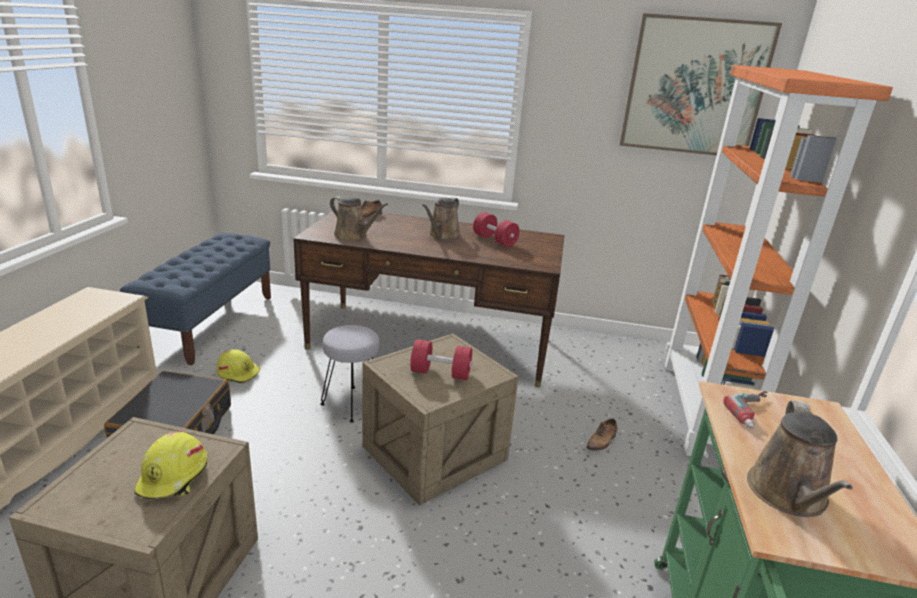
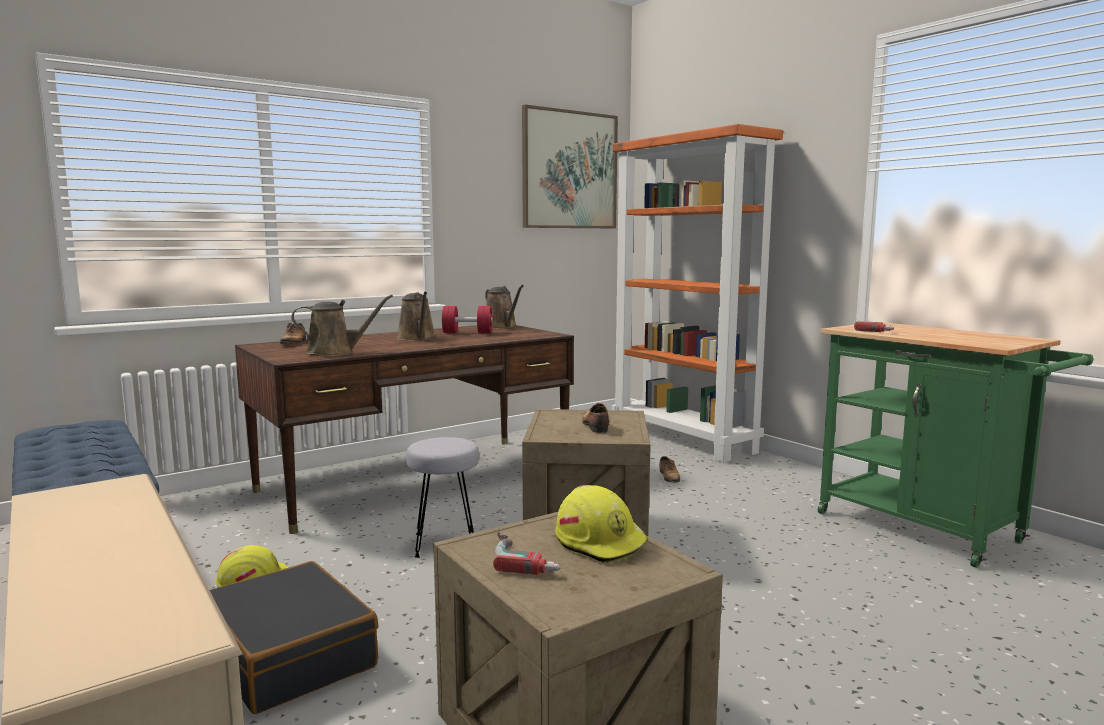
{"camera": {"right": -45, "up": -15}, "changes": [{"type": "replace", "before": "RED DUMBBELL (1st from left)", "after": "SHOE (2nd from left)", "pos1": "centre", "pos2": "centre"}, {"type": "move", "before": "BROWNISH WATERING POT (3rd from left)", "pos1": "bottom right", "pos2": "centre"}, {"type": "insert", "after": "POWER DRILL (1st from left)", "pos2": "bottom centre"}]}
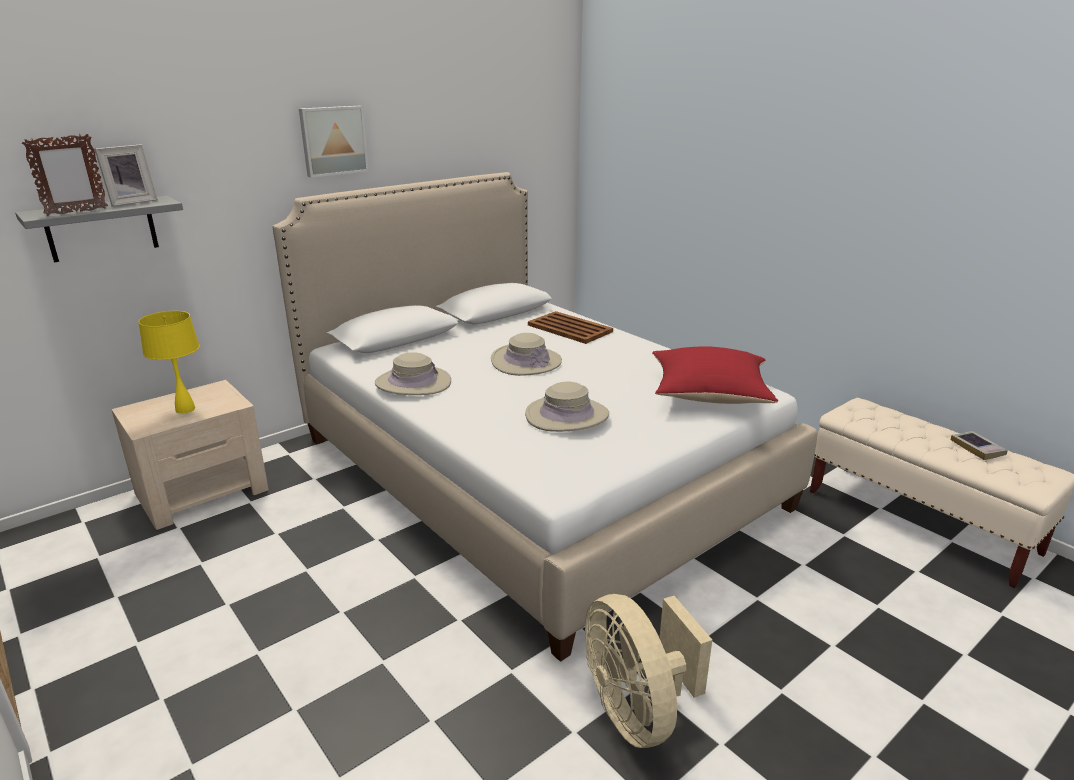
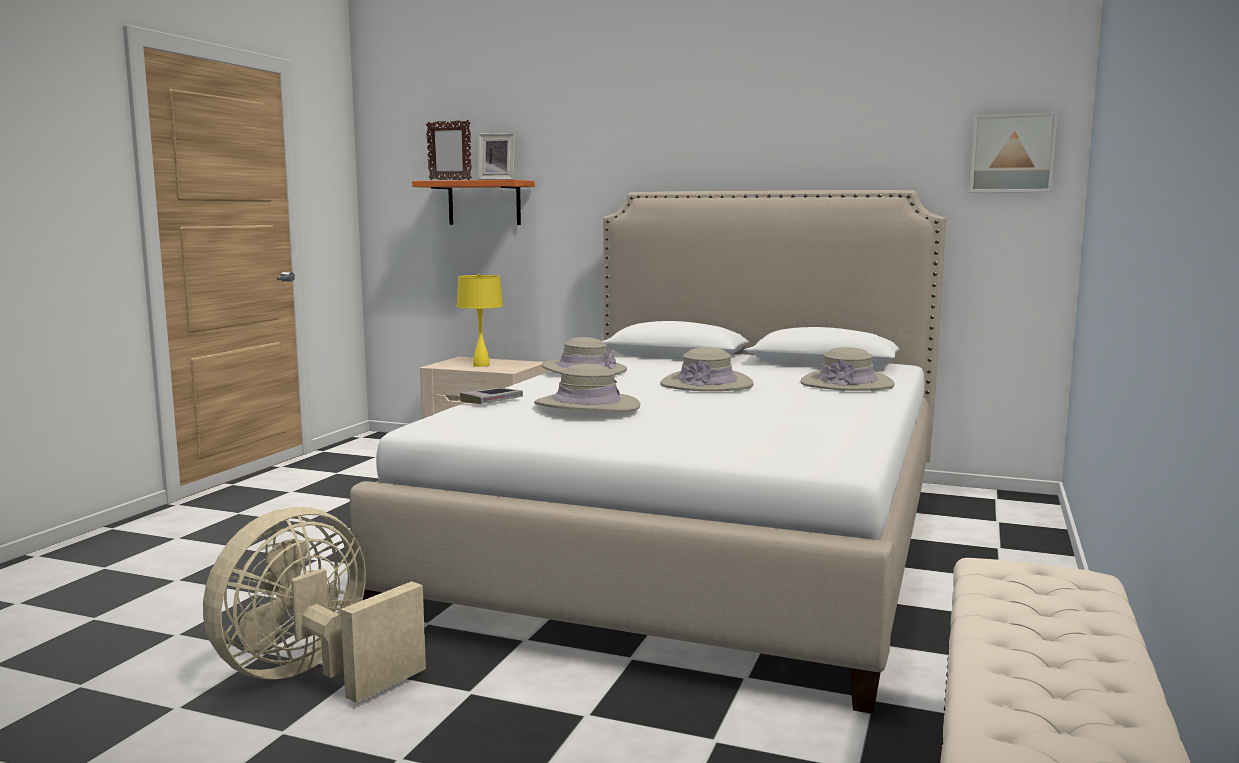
{"camera": {"right": 60, "up": -15}, "changes": [{"type": "recolor", "before": "GRAY BRACKET SHELF", "after": "ORANGEY BRACKET SHELF", "pos1": "top left", "pos2": "top centre"}, {"type": "move", "before": "PICTURE", "pos1": "top left", "pos2": "top right"}, {"type": "replace", "before": "BROWNISH TRAY", "after": "BEIGE WEARABLE HAT (4th from left)", "pos1": "centre", "pos2": "middle right"}, {"type": "delete", "before": "RED PILLOW", "pos1": "centre"}, {"type": "move", "before": "BOUND BOOK", "pos1": "middle right", "pos2": "centre"}]}
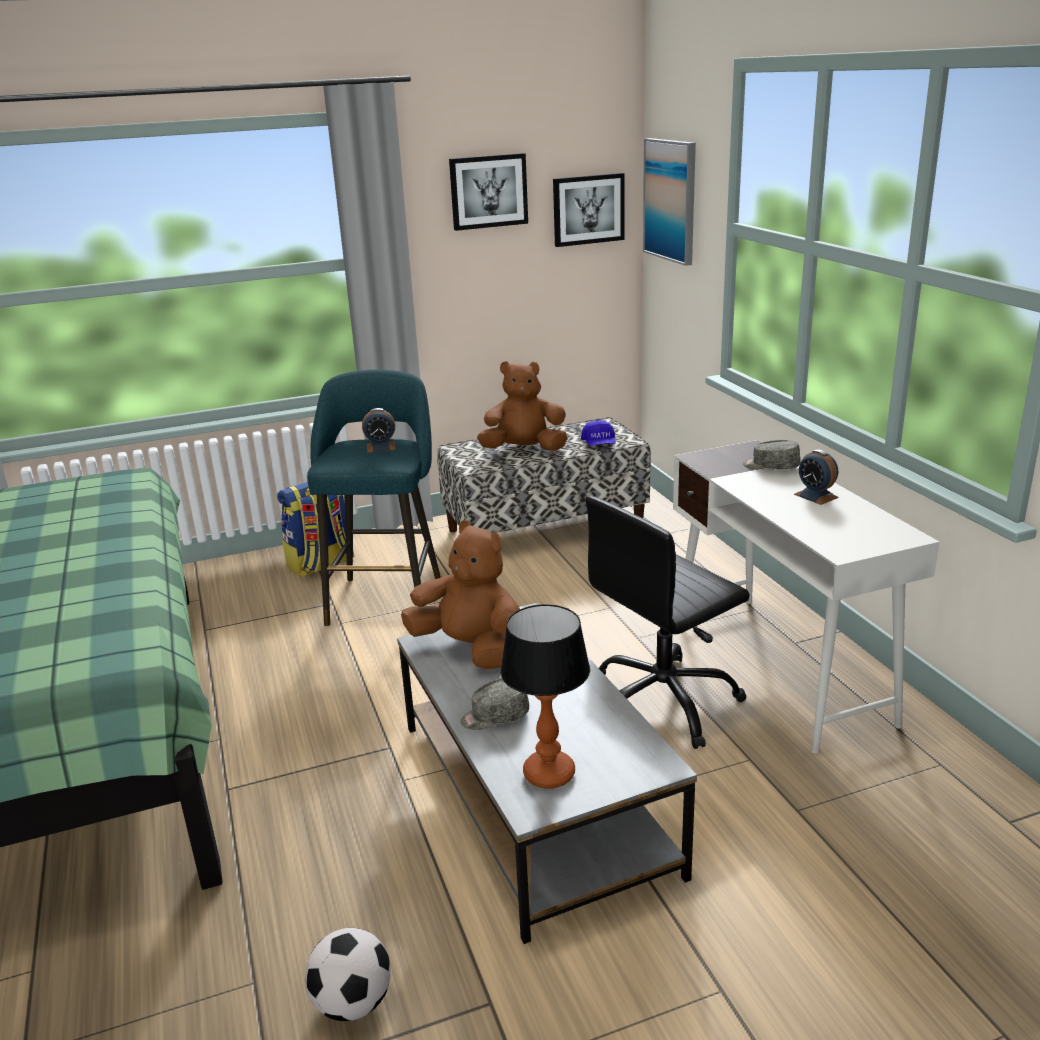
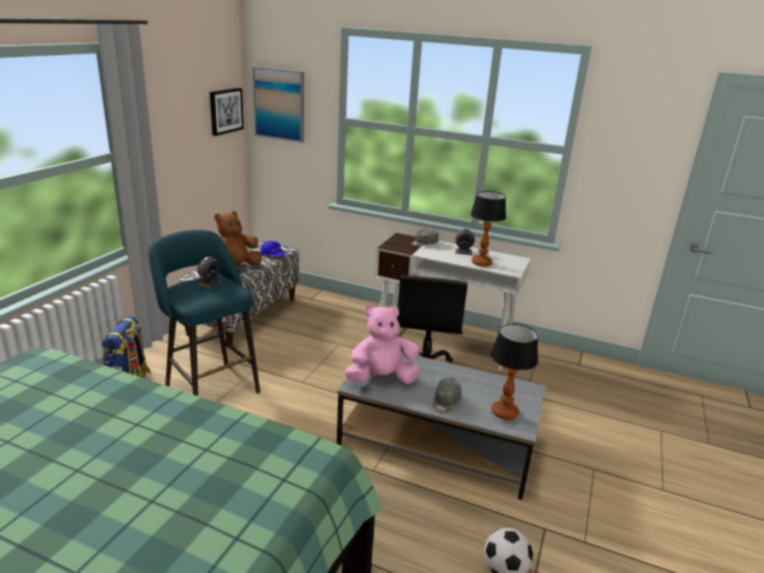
{"camera": {"right": -50, "up": 0}, "changes": [{"type": "recolor", "before": "BROWNISH PLUSH TOY (1st from left)", "after": "PINK-COLOURED PLUSH TOY", "pos1": "centre", "pos2": "centre"}, {"type": "delete", "before": "PICTURE (1st from left)", "pos1": "top centre"}, {"type": "insert", "after": "LAMP FOR A TABLE (1st from left)", "pos2": "centre"}]}
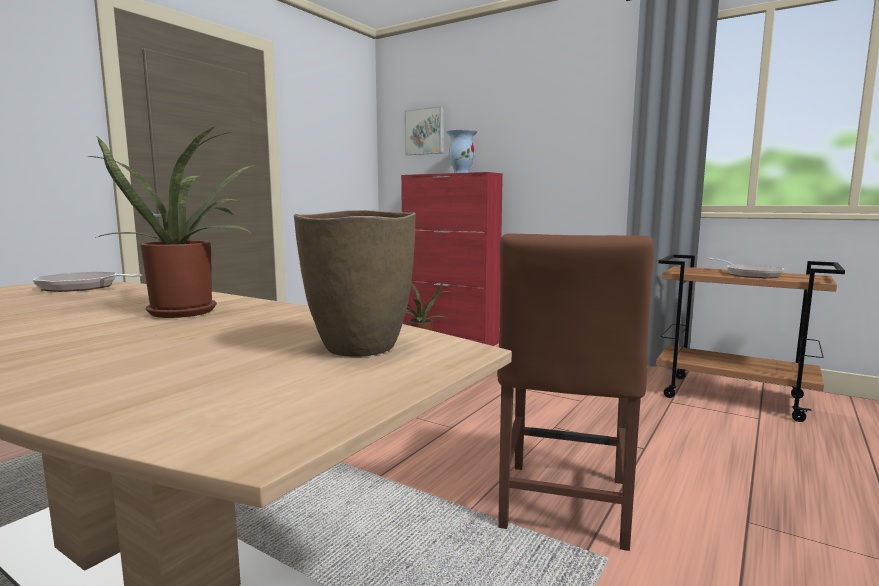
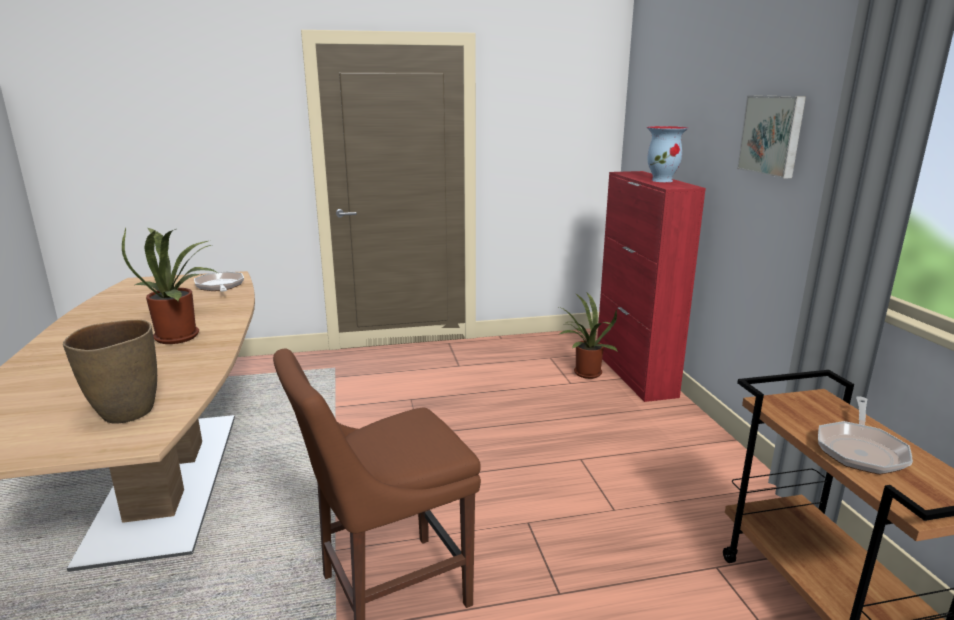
{"camera": {"right": 45, "up": 10}, "changes": [{"type": "move", "before": "PICTURE", "pos1": "top centre", "pos2": "top right"}]}
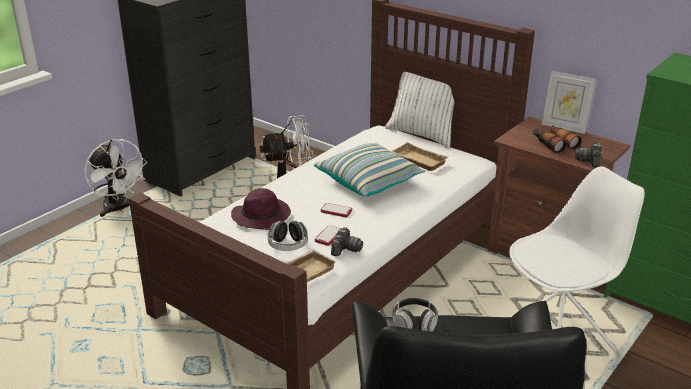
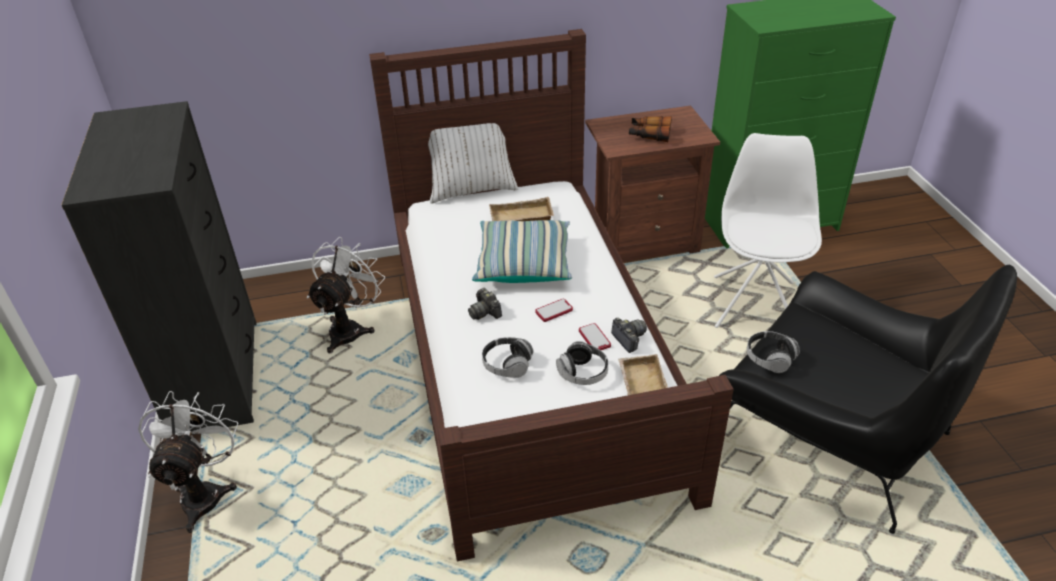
{"camera": {"right": -50, "up": 10}, "changes": [{"type": "rotate", "before": "WHITE-COLOURED ELECTRIC FAN (1st from left)", "pos1": "middle left", "pos2": "bottom left", "turn": -90}, {"type": "replace", "before": "PURPLE WEARABLE HAT", "after": "HEADPHONES (1st from left)", "pos1": "centre", "pos2": "centre"}, {"type": "delete", "before": "PICTURE FRAME", "pos1": "top right"}, {"type": "move", "before": "STILL CAMERA (2nd from left in the first image)", "after": "STILL CAMERA (1st from left)", "pos1": "middle right", "pos2": "centre"}]}
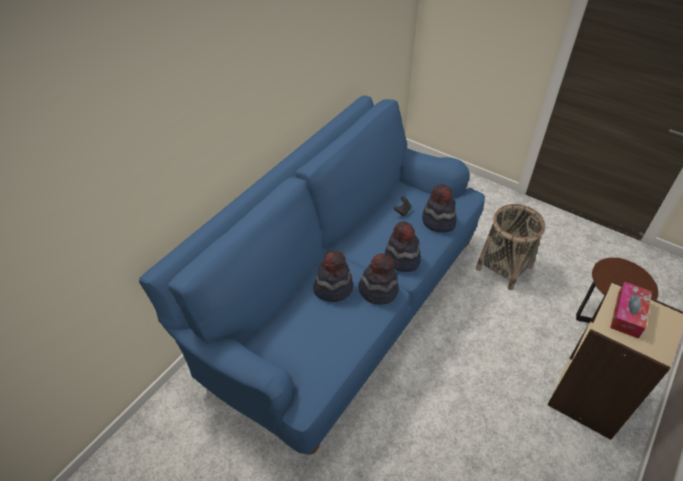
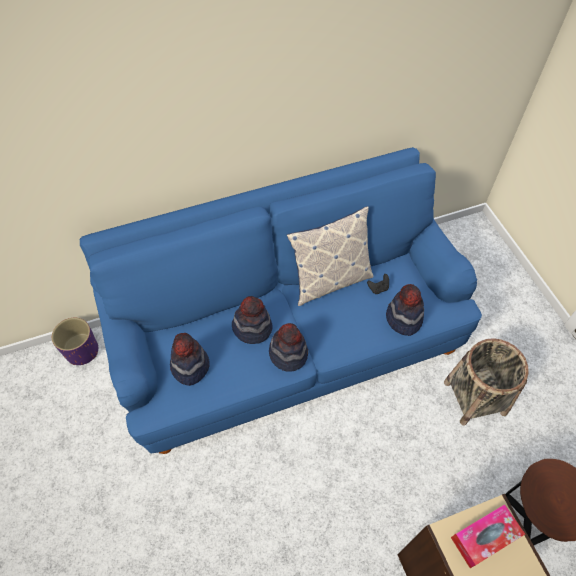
{"camera": {"right": 35, "up": 10}, "changes": [{"type": "move", "before": "WEARABLE HAT (3rd from left in the first image)", "after": "WEARABLE HAT (1st from left)", "pos1": "centre", "pos2": "middle left"}, {"type": "insert", "after": "PURPLE PLANT POT", "pos2": "middle left"}, {"type": "insert", "after": "PILLOW", "pos2": "centre"}]}
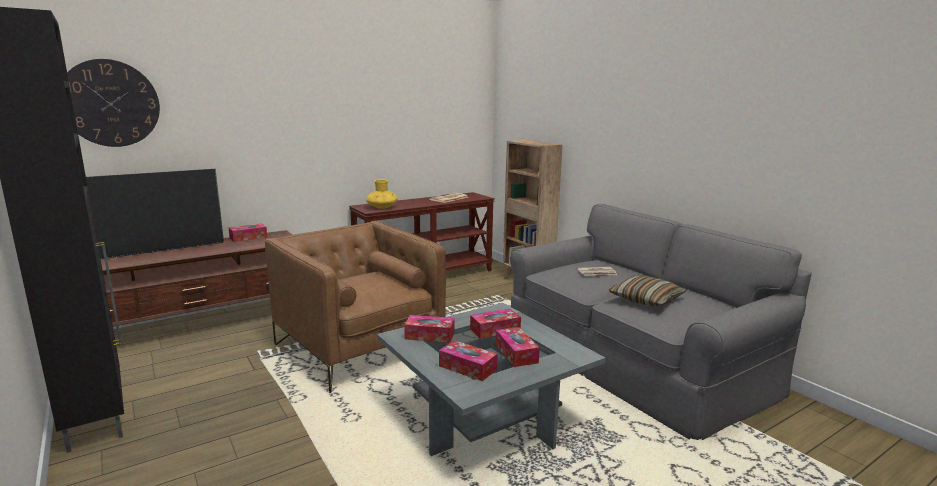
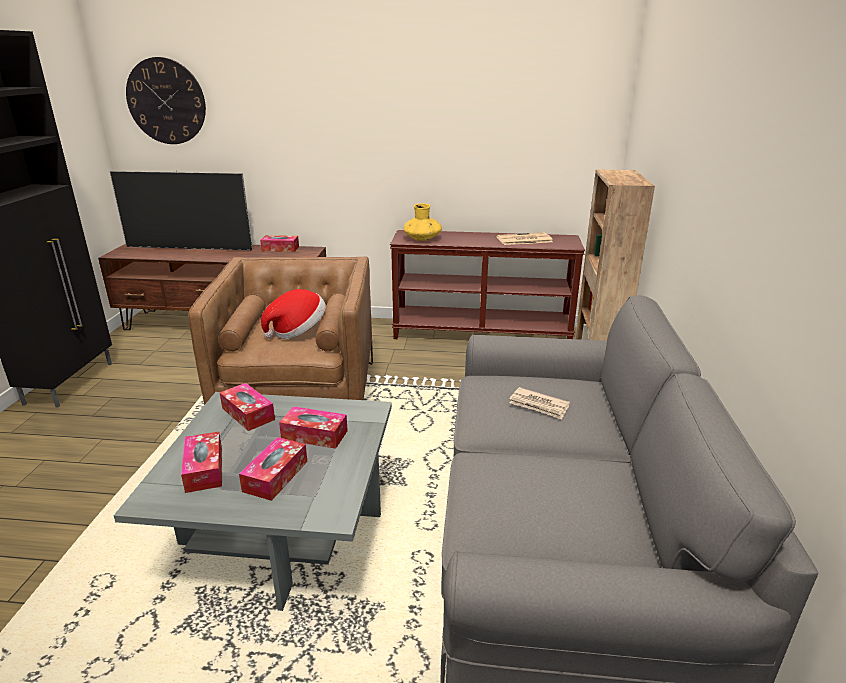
{"camera": {"right": 40, "up": 10}, "changes": [{"type": "delete", "before": "PILLOW", "pos1": "middle right"}, {"type": "insert", "after": "WEARABLE HAT", "pos2": "centre"}]}
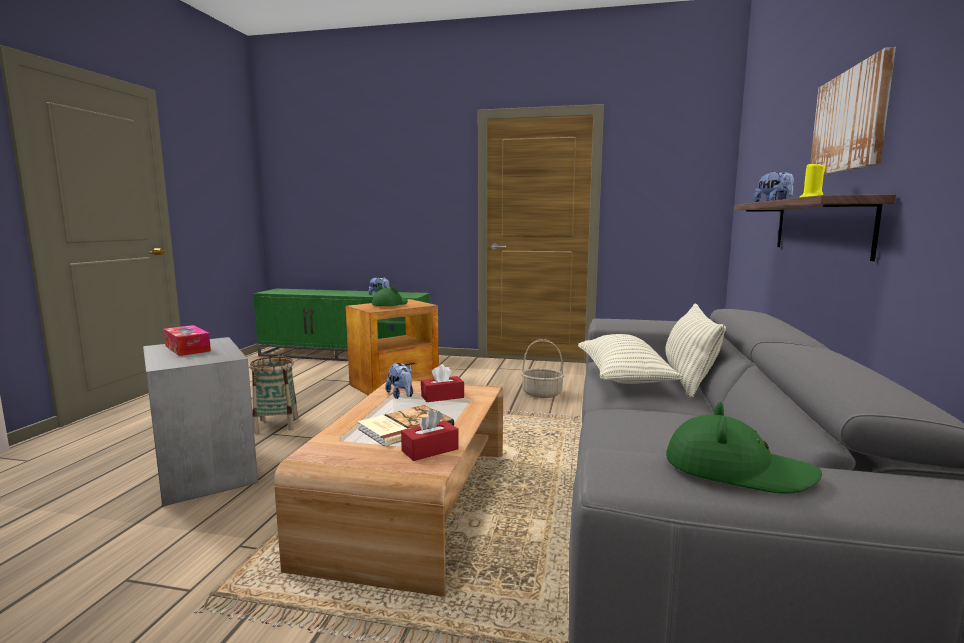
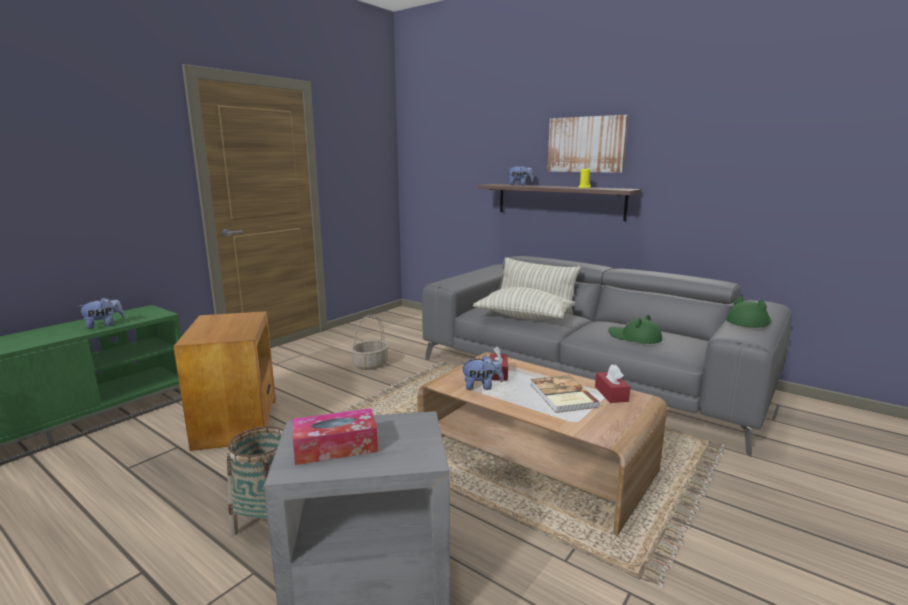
{"camera": {"right": -65, "up": 5}, "changes": [{"type": "move", "before": "GREEN-COLOURED WEARABLE HAT (1st from left)", "pos1": "centre", "pos2": "middle right"}]}
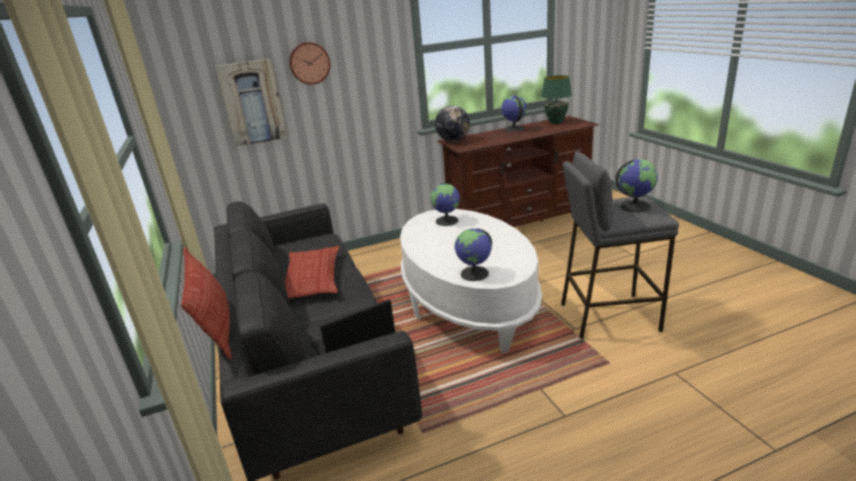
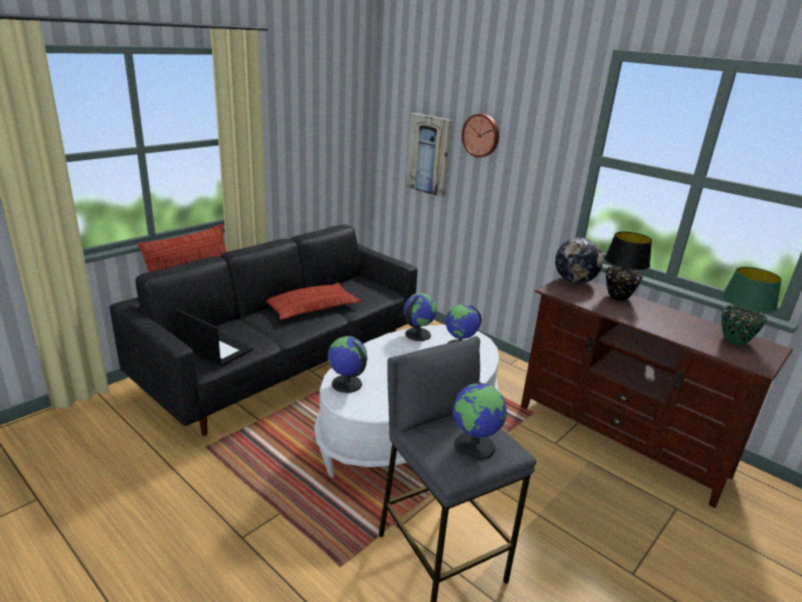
{"camera": {"right": 60, "up": 0}, "changes": [{"type": "move", "before": "DESK GLOBE (4th from left in the first image)", "after": "DESK GLOBE (2nd from left)", "pos1": "top centre", "pos2": "centre"}, {"type": "insert", "after": "BLACK-COLOURED LAMP FOR A TABLE", "pos2": "middle right"}]}
